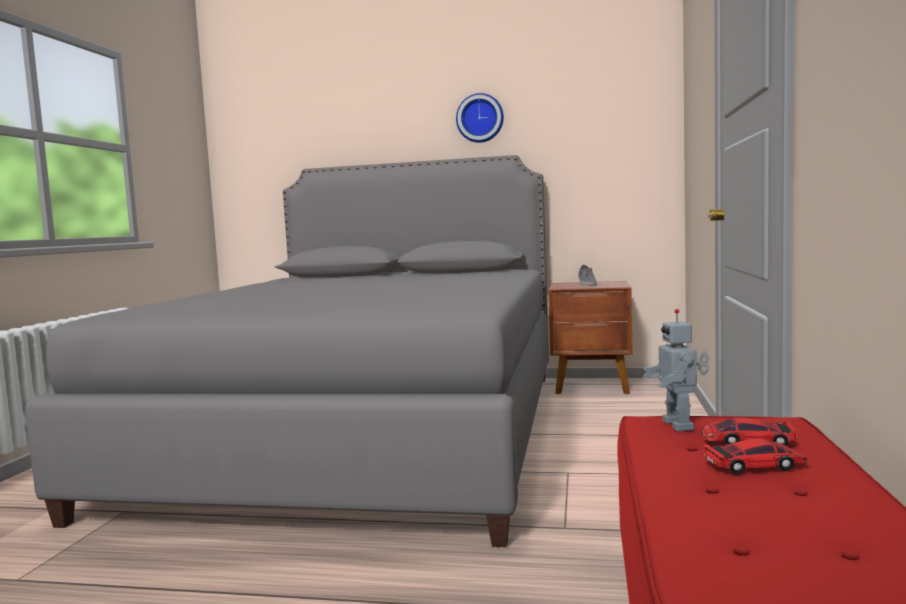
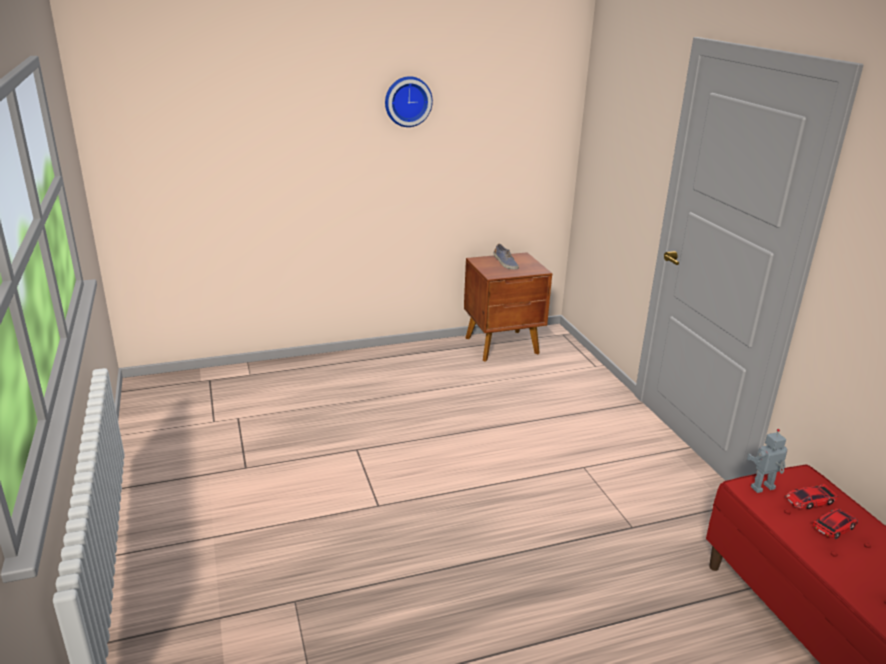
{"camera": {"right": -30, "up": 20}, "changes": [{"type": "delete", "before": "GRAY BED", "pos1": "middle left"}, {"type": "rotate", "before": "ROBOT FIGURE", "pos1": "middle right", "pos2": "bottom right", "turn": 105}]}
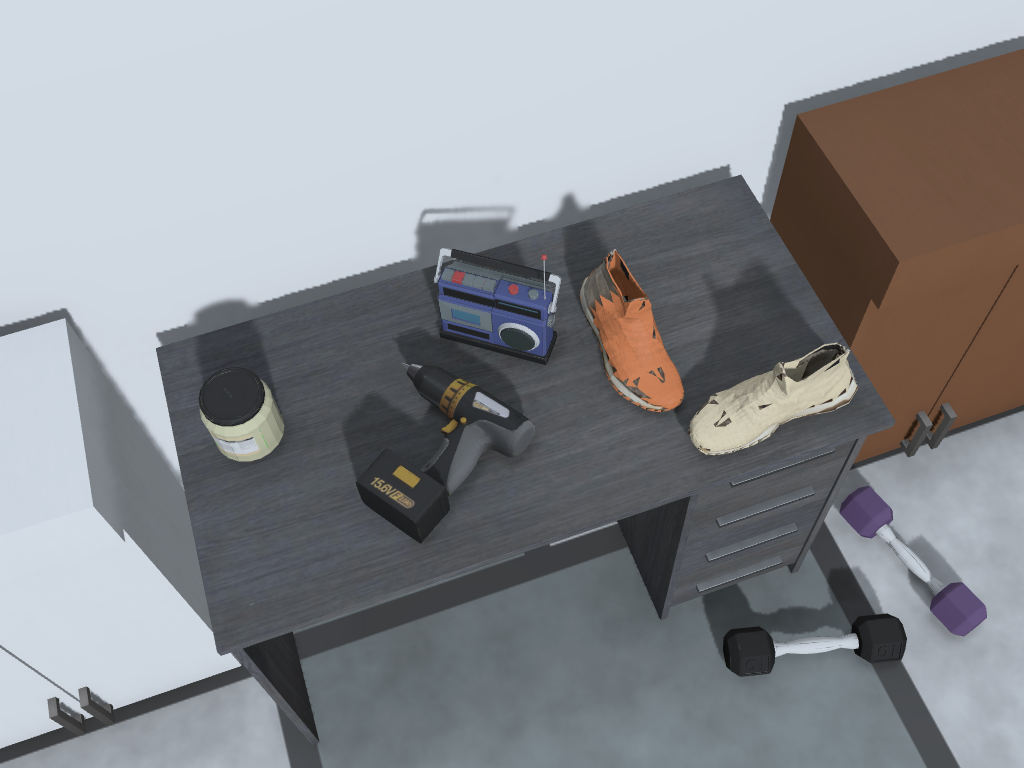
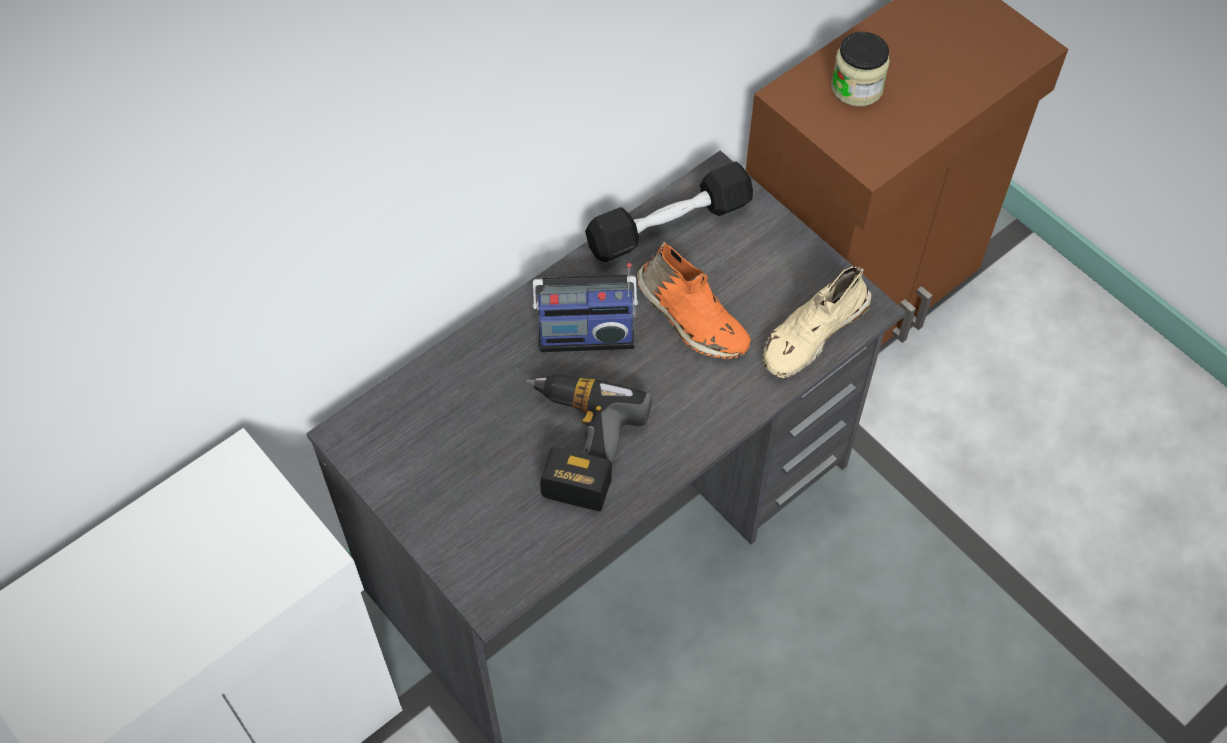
{"camera": {"right": -25, "up": 0}, "changes": [{"type": "move", "before": "PRESERVE JAR", "pos1": "middle left", "pos2": "top right"}, {"type": "move", "before": "BLACK-COLOURED DUMBBELL", "pos1": "bottom right", "pos2": "top centre"}, {"type": "delete", "before": "PURPLE DUMBBELL", "pos1": "bottom right"}]}
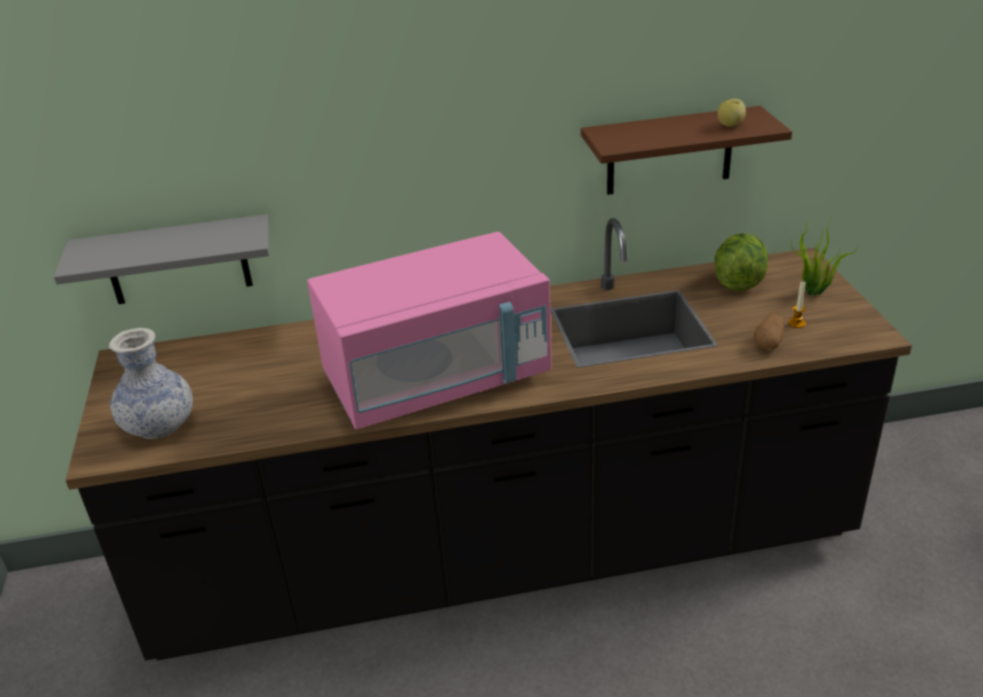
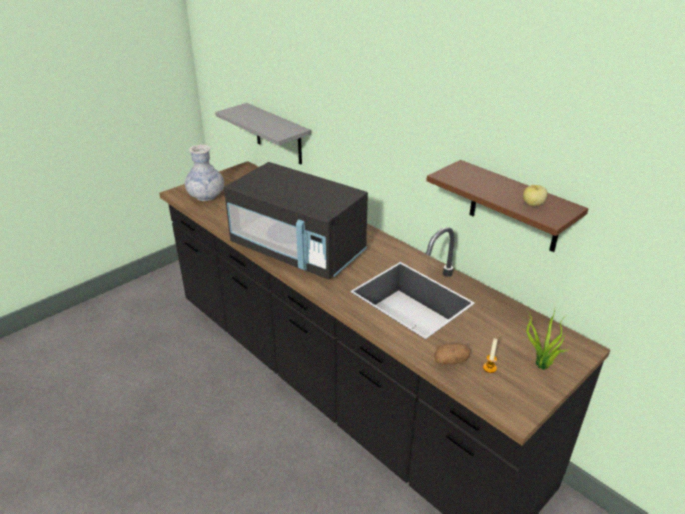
{"camera": {"right": 55, "up": 0}, "changes": [{"type": "recolor", "before": "PINK-COLOURED MICROWAVE OVEN", "after": "BLACK-COLOURED MICROWAVE OVEN", "pos1": "centre", "pos2": "centre"}, {"type": "delete", "before": "LETTUCE", "pos1": "middle right"}]}
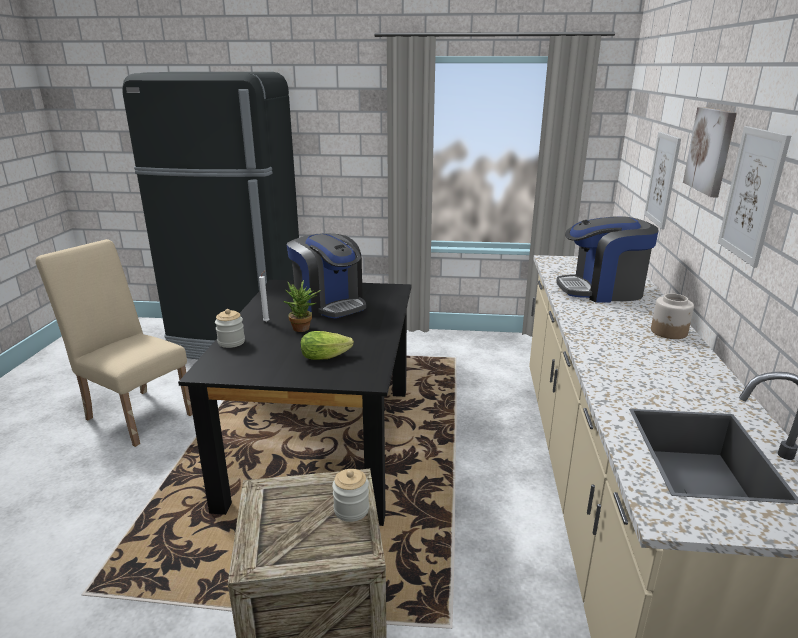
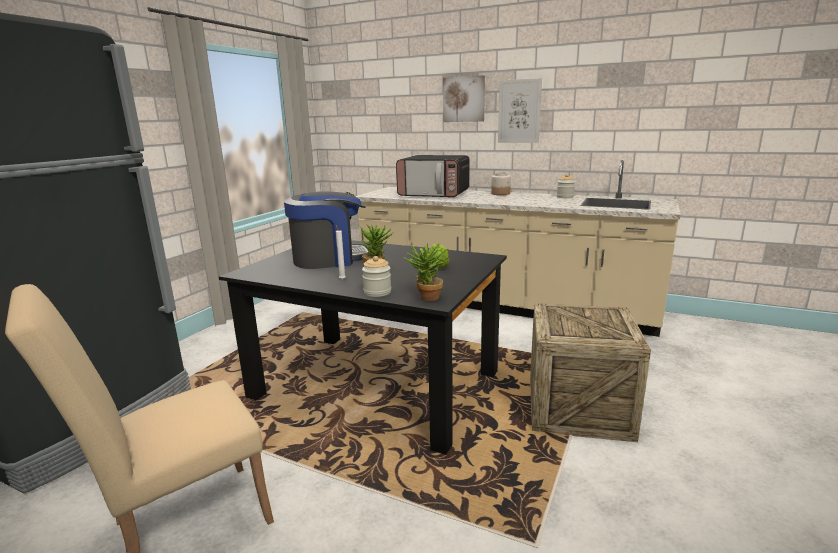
{"camera": {"right": -70, "up": -5}, "changes": [{"type": "move", "before": "PRESERVE JAR (2nd from left in the first image)", "after": "PRESERVE JAR (3rd from left)", "pos1": "bottom centre", "pos2": "middle right"}, {"type": "replace", "before": "COFFEE BREWER (2nd from left)", "after": "MICROWAVE OVEN", "pos1": "middle right", "pos2": "top centre"}, {"type": "delete", "before": "PICTURE (1st from left)", "pos1": "top right"}, {"type": "insert", "after": "HOUSEPLANT (2nd from left)", "pos2": "centre"}]}
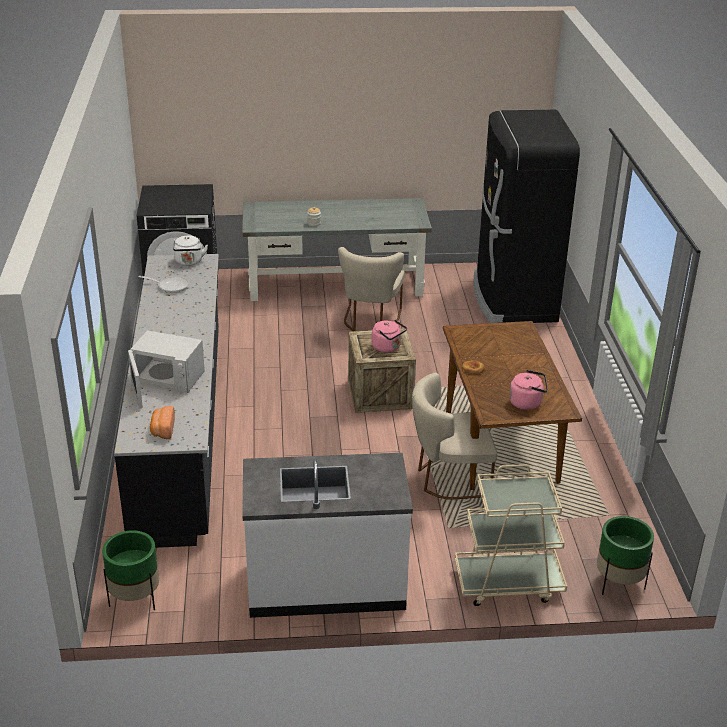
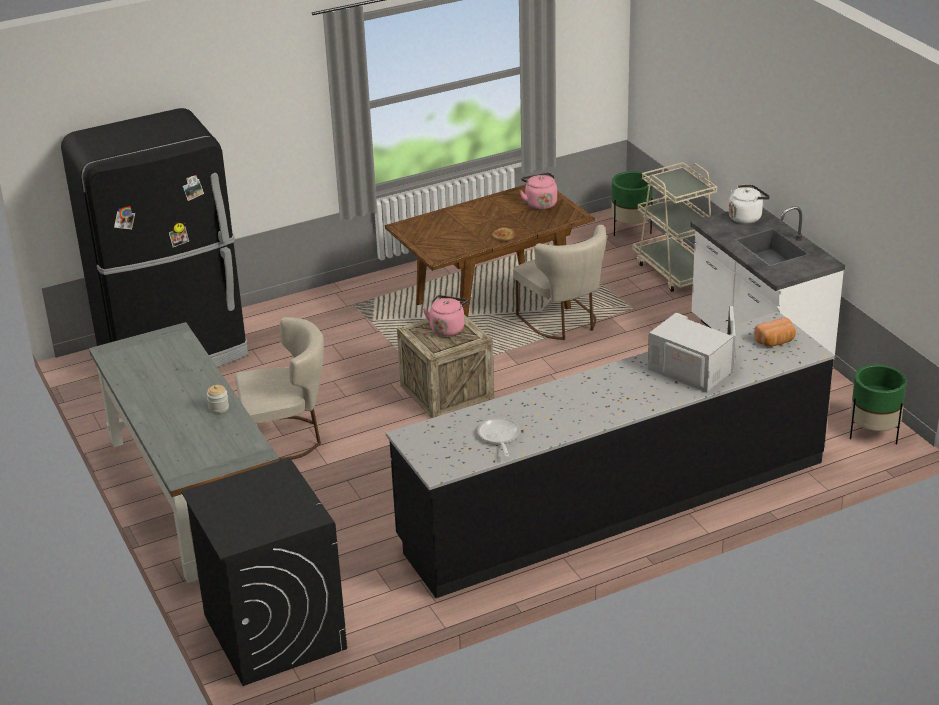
{"camera": {"right": -110, "up": 0}, "changes": [{"type": "rotate", "before": "WHITE-COLOURED MICROWAVE OVEN", "pos1": "middle left", "pos2": "middle right", "turn": -45}, {"type": "move", "before": "WHITE-COLOURED TEA KETTLE", "pos1": "middle left", "pos2": "top right"}]}
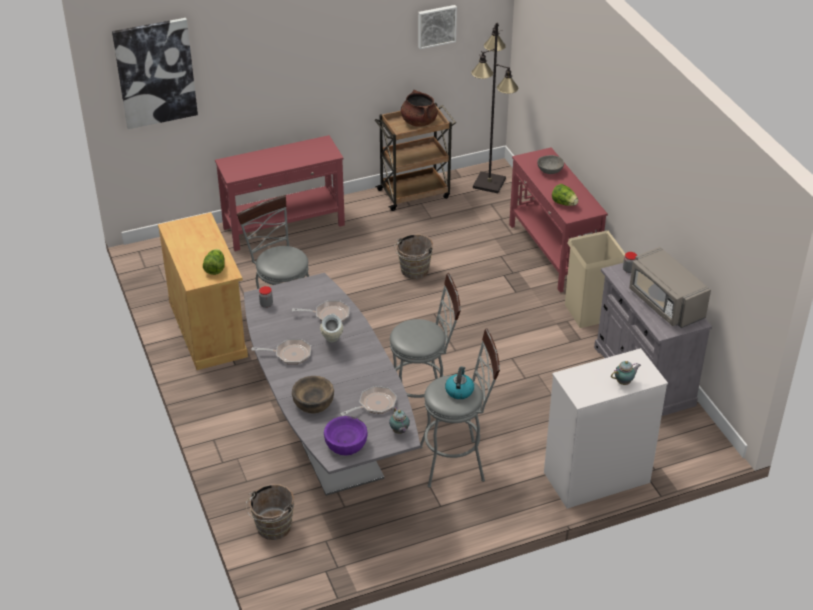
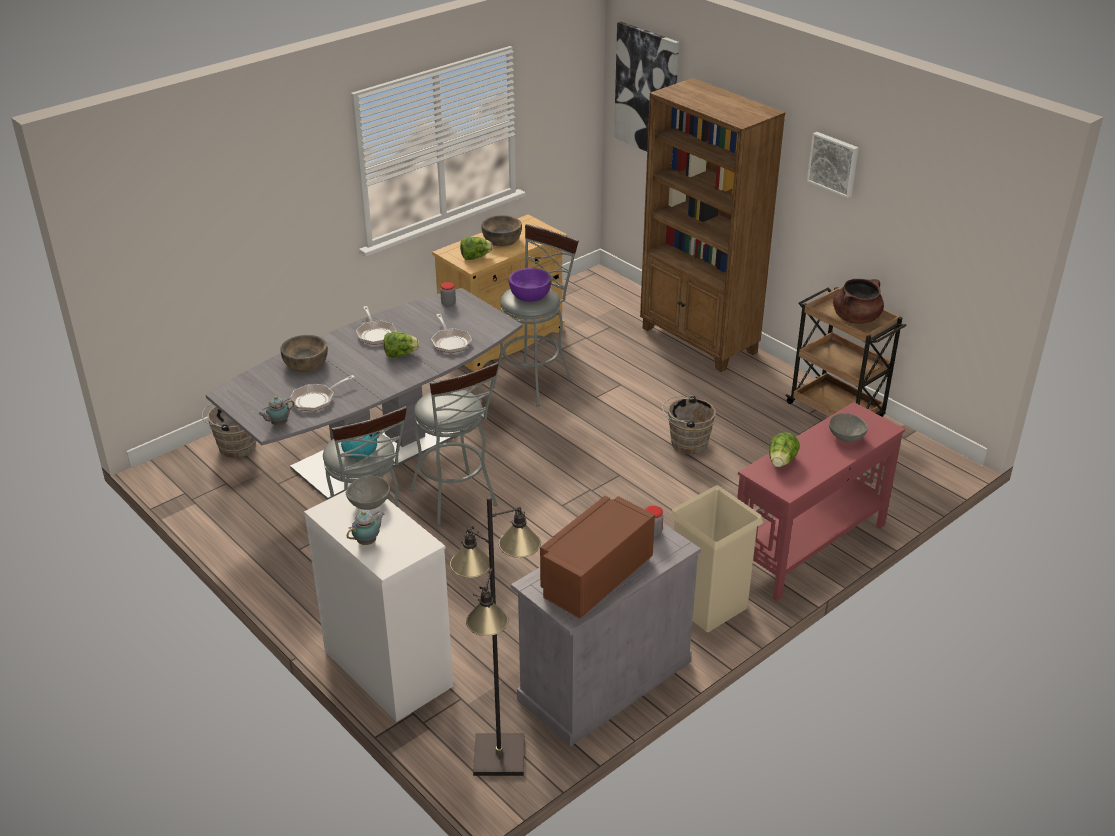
{"camera": {"right": 70, "up": -5}, "changes": [{"type": "replace", "before": "RED CONSOLE TABLE (1st from left)", "after": "BROWNISH SHELVING UNIT", "pos1": "top centre", "pos2": "top centre"}, {"type": "replace", "before": "FLOWER VASE", "after": "LETTUCE (1st from left)", "pos1": "centre", "pos2": "centre"}, {"type": "move", "before": "PURPLE DEEP DISH", "pos1": "bottom centre", "pos2": "centre"}, {"type": "rotate", "before": "FRYING PAN (3rd from left in the first image)", "pos1": "centre", "pos2": "middle left", "turn": 105}, {"type": "move", "before": "PICTURE (2nd from left)", "pos1": "top centre", "pos2": "top right"}, {"type": "move", "before": "BLACK-COLOURED STANDARD LAMP", "pos1": "top centre", "pos2": "bottom centre"}, {"type": "rotate", "before": "TEA POT (2nd from left)", "pos1": "middle right", "pos2": "middle left", "turn": -90}, {"type": "recolor", "before": "GRAY MICROWAVE OVEN", "after": "BROWNISH MICROWAVE OVEN", "pos1": "middle right", "pos2": "centre"}, {"type": "insert", "after": "GRAY DEEP DISH (1st from left)", "pos2": "middle left"}, {"type": "insert", "after": "BROWNISH DEEP DISH (2nd from left)", "pos2": "top centre"}]}
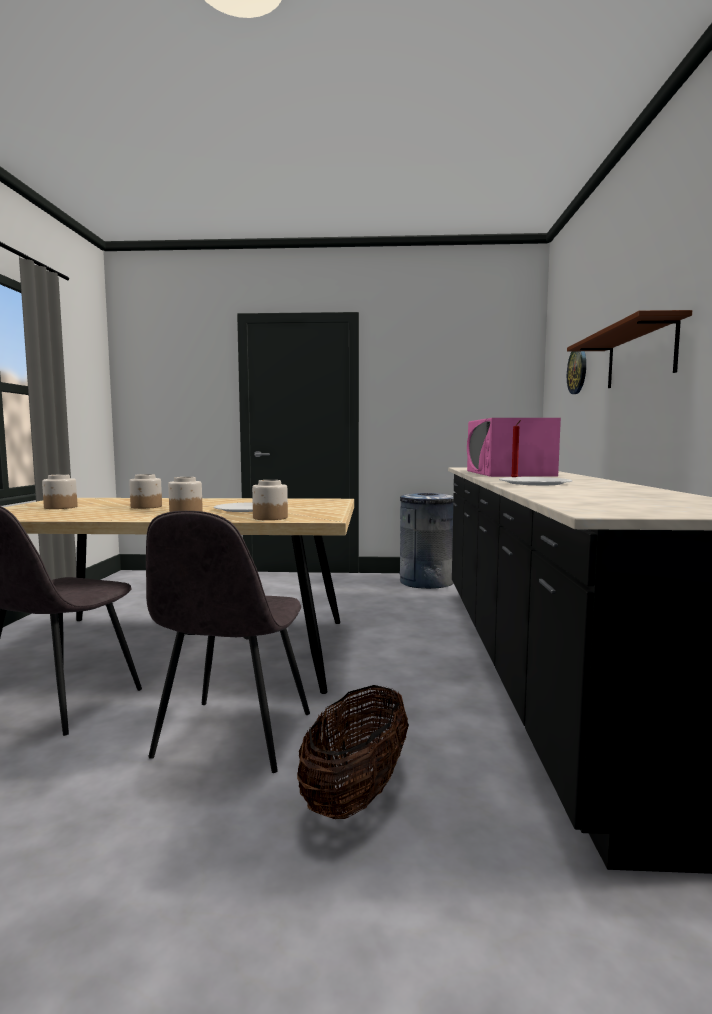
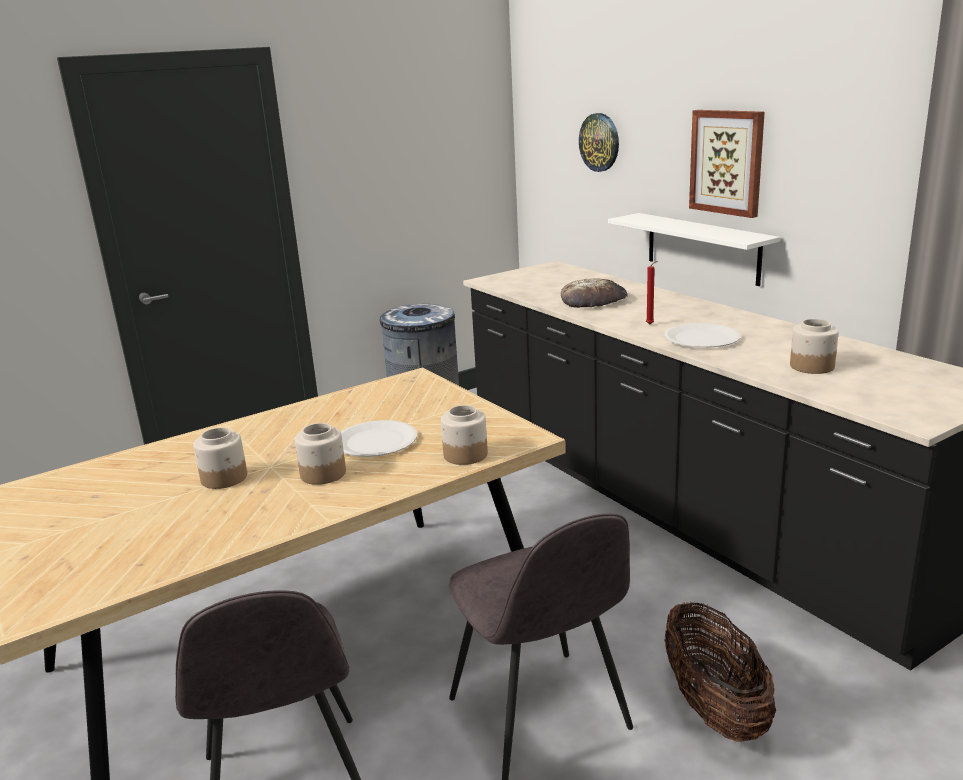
{"camera": {"right": -35, "up": 15}, "changes": [{"type": "move", "before": "PRESERVE JAR (1st from left in the first image)", "after": "PRESERVE JAR (4th from left)", "pos1": "middle left", "pos2": "middle right"}, {"type": "replace", "before": "PINK-COLOURED MICROWAVE OVEN", "after": "BAKERY BREAD", "pos1": "middle right", "pos2": "centre"}, {"type": "replace", "before": "BROWNISH BRACKET SHELF", "after": "PICTURE", "pos1": "middle right", "pos2": "top right"}, {"type": "insert", "after": "WHITE-COLOURED BRACKET SHELF", "pos2": "top right"}]}
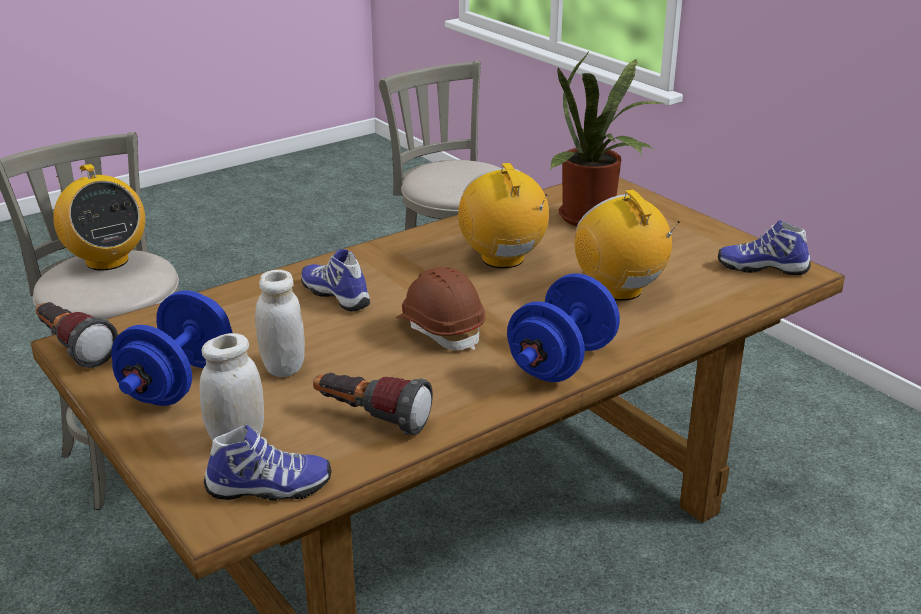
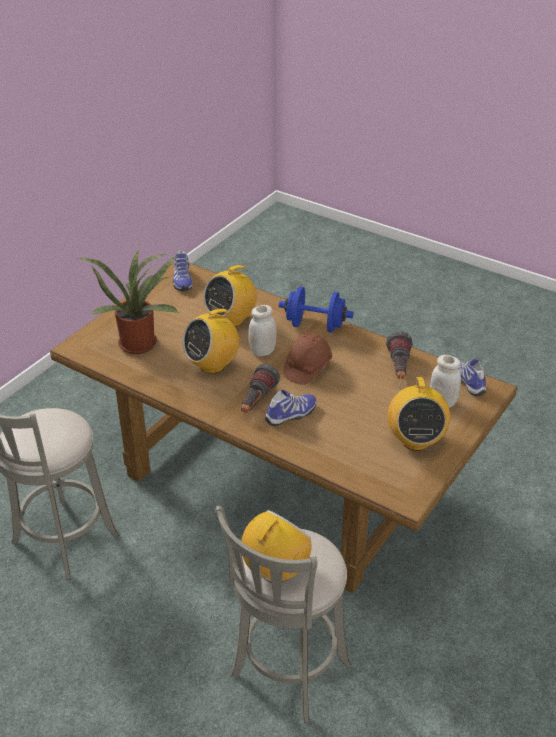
{"camera": {"right": -110, "up": 10}, "changes": [{"type": "move", "before": "TORCH (1st from left)", "pos1": "middle left", "pos2": "centre"}, {"type": "replace", "before": "BLUE DUMBBELL (1st from left)", "after": "RADIO (4th from left)", "pos1": "middle left", "pos2": "middle right"}, {"type": "move", "before": "WHITE-COLOURED PRESERVE JAR (2nd from left in the first image)", "after": "WHITE-COLOURED PRESERVE JAR (1st from left)", "pos1": "middle left", "pos2": "centre"}, {"type": "rotate", "before": "SHOE (2nd from left)", "pos1": "centre", "pos2": "centre", "turn": -150}]}
